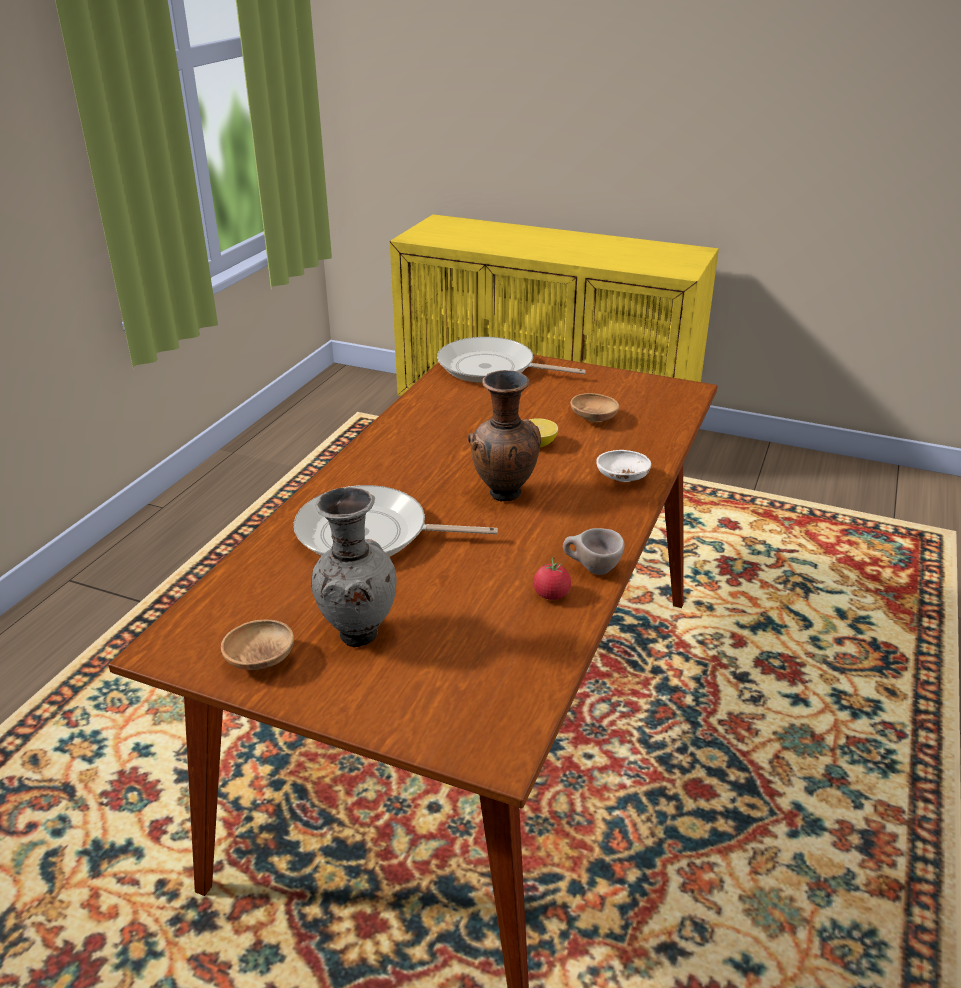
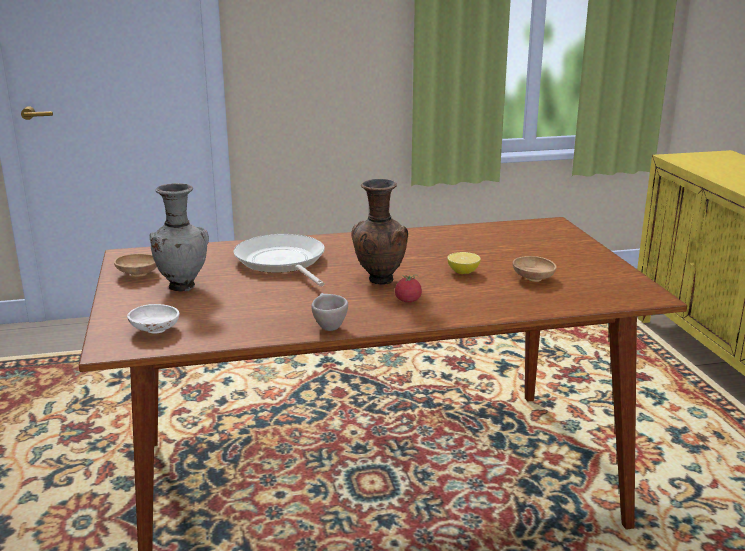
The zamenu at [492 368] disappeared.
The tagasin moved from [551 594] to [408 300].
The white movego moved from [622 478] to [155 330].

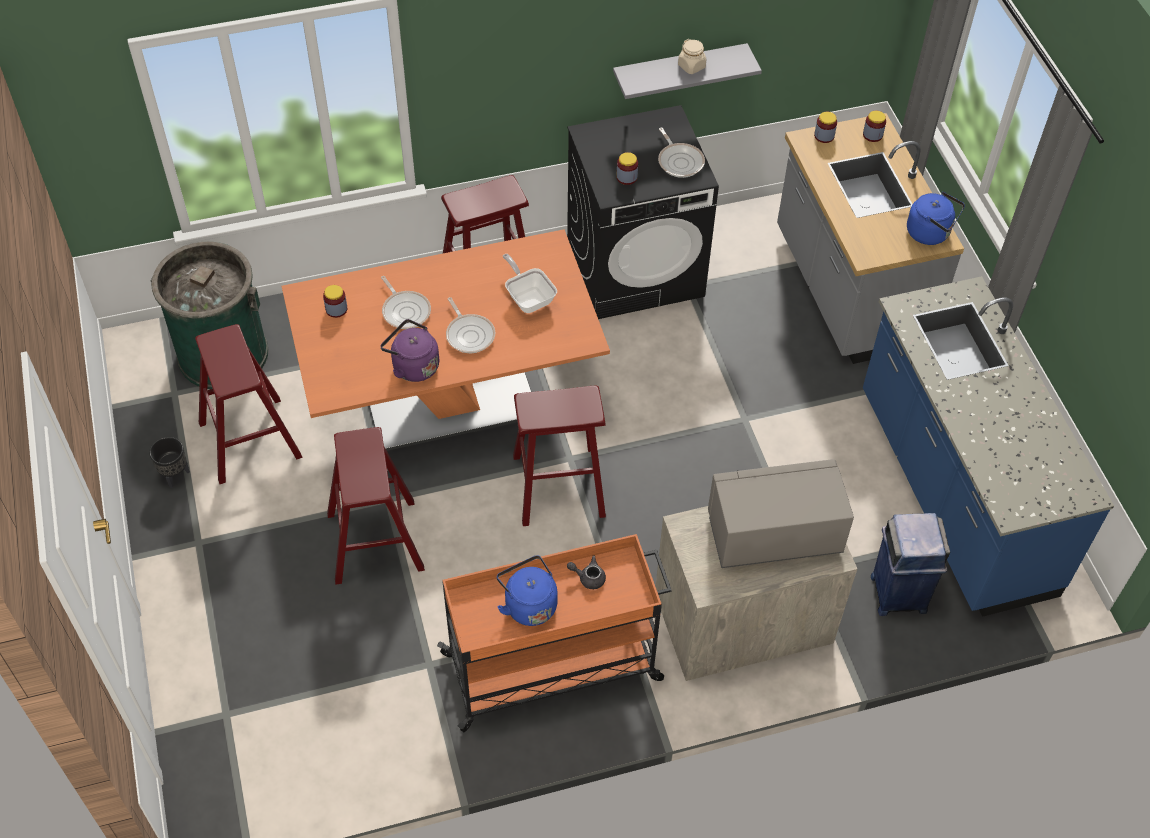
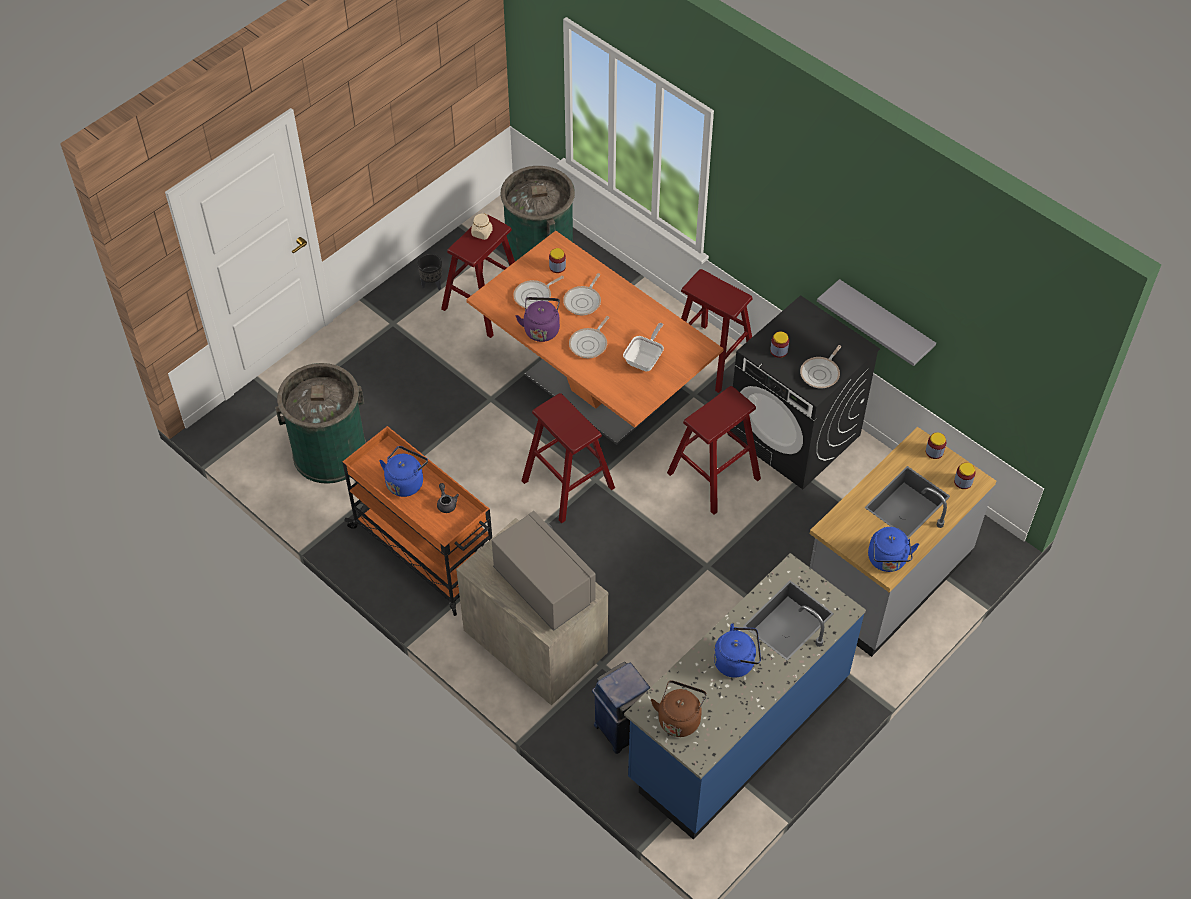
The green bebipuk at [330 452] appeared.
The zamenu at [534 296] appeared.
The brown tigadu at [679 718] appeared.
The blue tigadu at [736 661] appeared.
The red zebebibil moved from [375 541] to [713 476].
The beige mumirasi moved from [691 66] to [482 233].

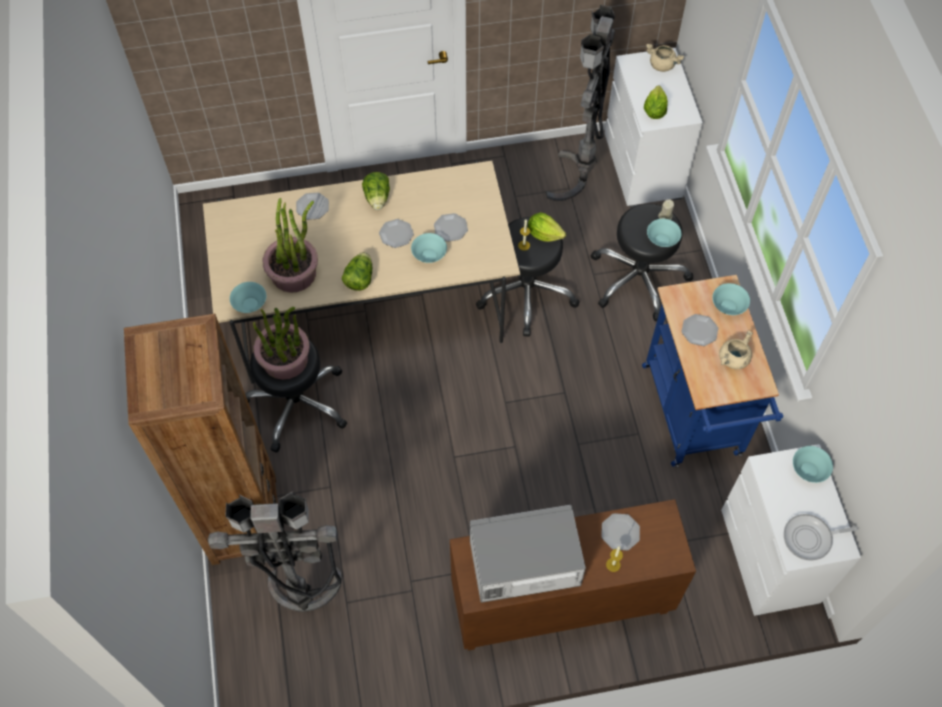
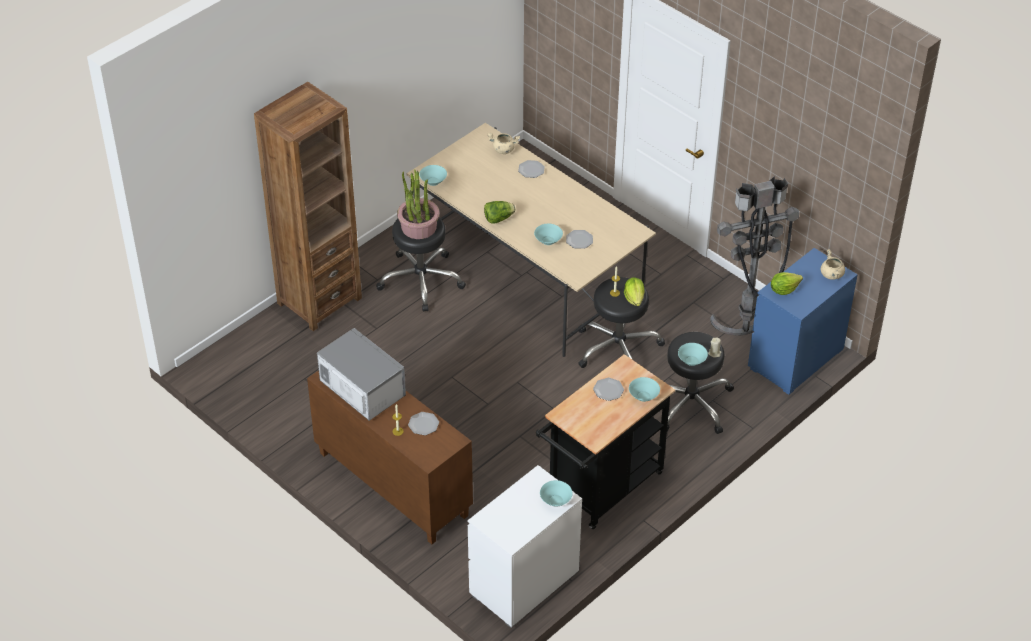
The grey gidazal at [305 601] disappeared.
The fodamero at [294 273] disappeared.
The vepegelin at [377 198] disappeared.
The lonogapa at [396 234] disappeared.
The zamenu at [810 538] disappeared.
The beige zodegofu moved from [733 359] to [503 150].
The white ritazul at [642 167] became the blue ritazul at [795 359].
The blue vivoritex at [694 417] became the black vivoritex at [600 490].

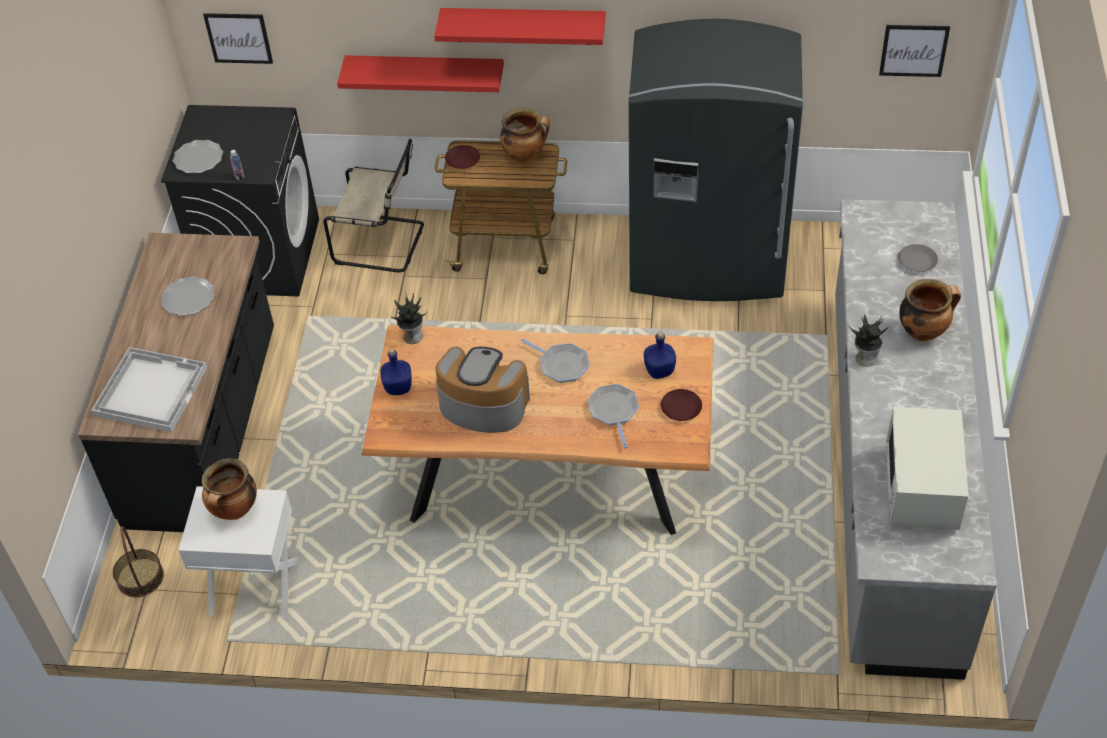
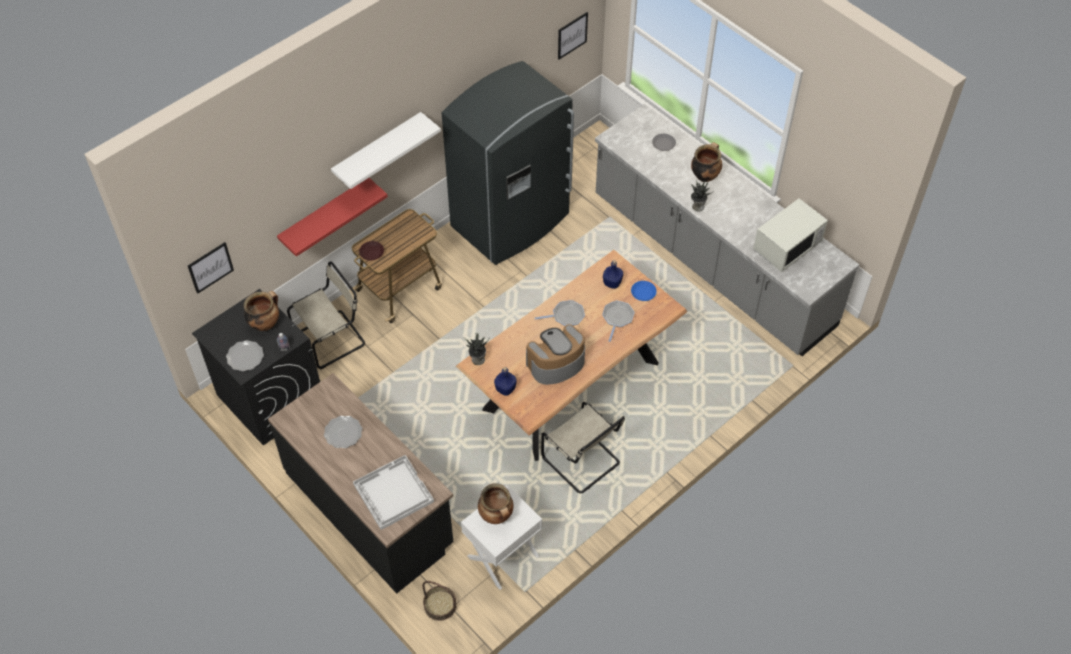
The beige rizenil at [583 462] appeared.
The zodegofu moved from [525 156] to [265 323].
The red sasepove at [523 26] became the white sasepove at [377 149].
The brown lonogapa at [681 408] became the blue lonogapa at [643 293].
The zamenu at [614 411] turned 75 degrees clockwise.
The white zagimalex at [922 488] turned 90 degrees counterclockwise.

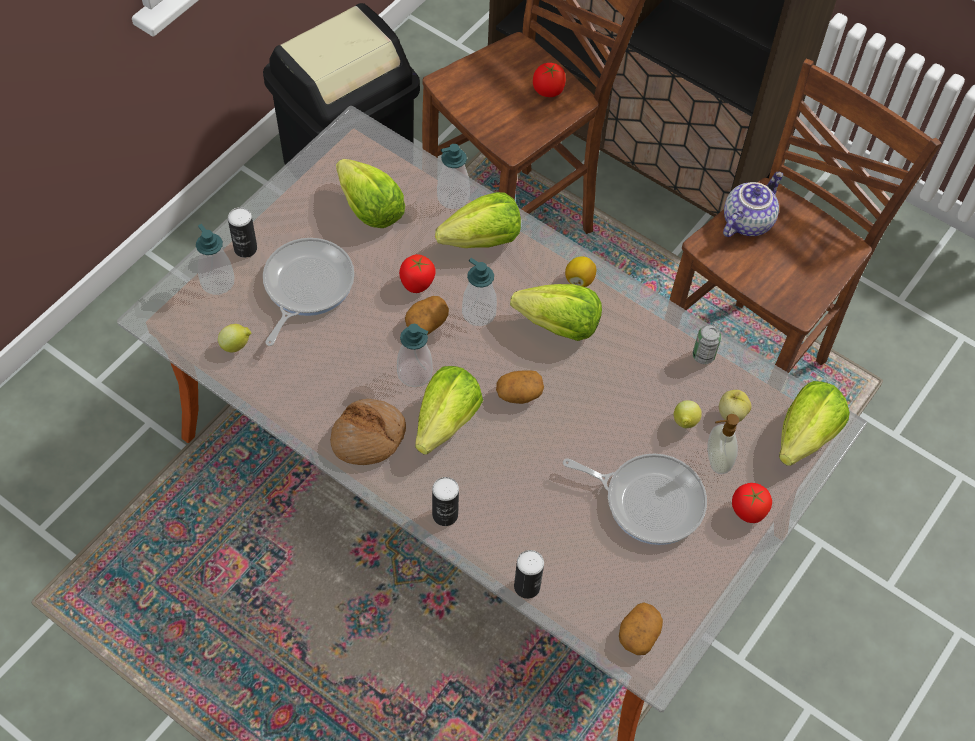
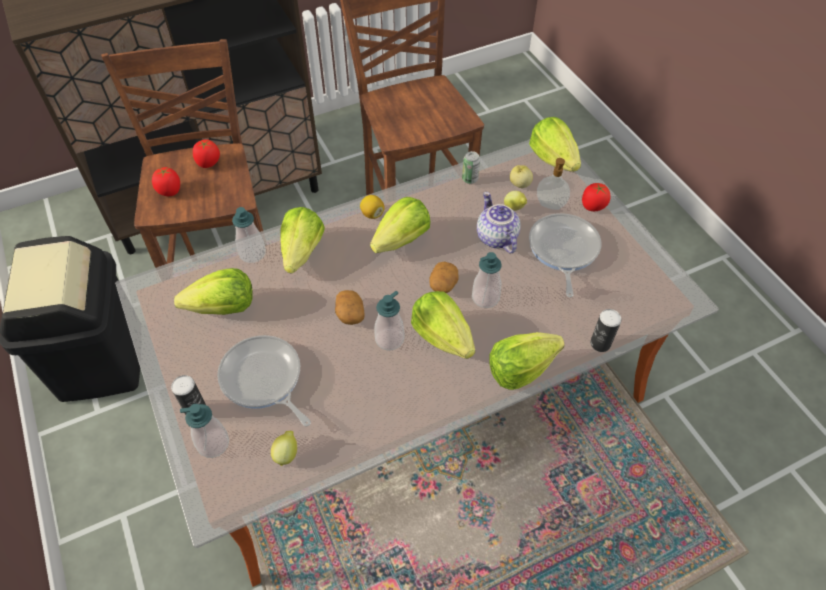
The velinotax at [368 437] disappeared.
The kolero at [638 634] disappeared.
The tagasin moved from [417 284] to [170 191].
The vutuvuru moved from [479 313] to [485 297].
The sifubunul moved from [746 221] to [495 237].
The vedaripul at [445 514] was replaced by the vepegelin at [520 369].
The zamenu at [649 500] turned 45 degrees counterclockwise.

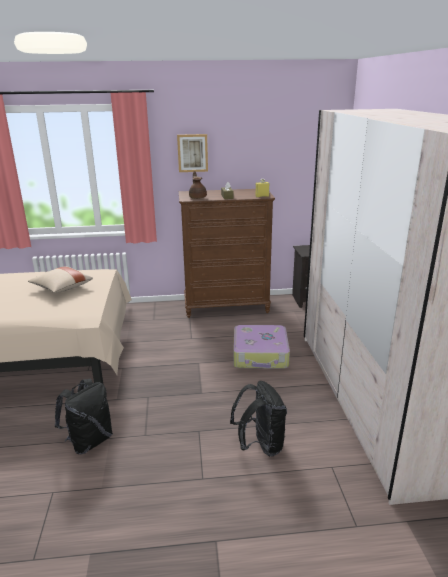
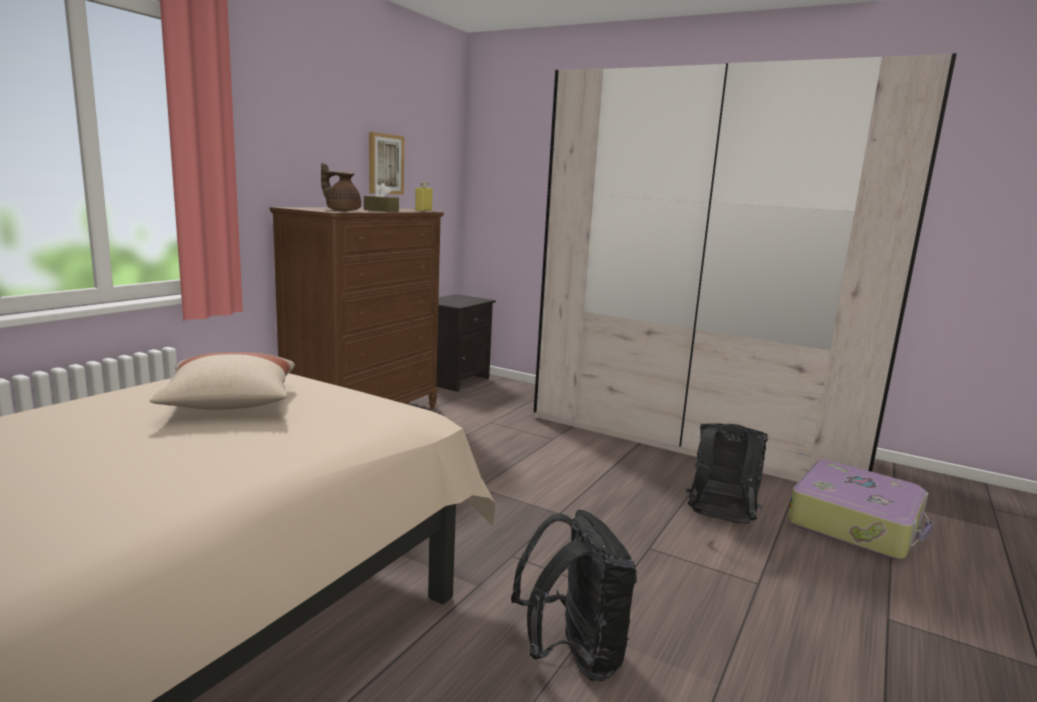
The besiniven moved from [192 153] to [385 164].
The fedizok moved from [260 355] to [855 524].

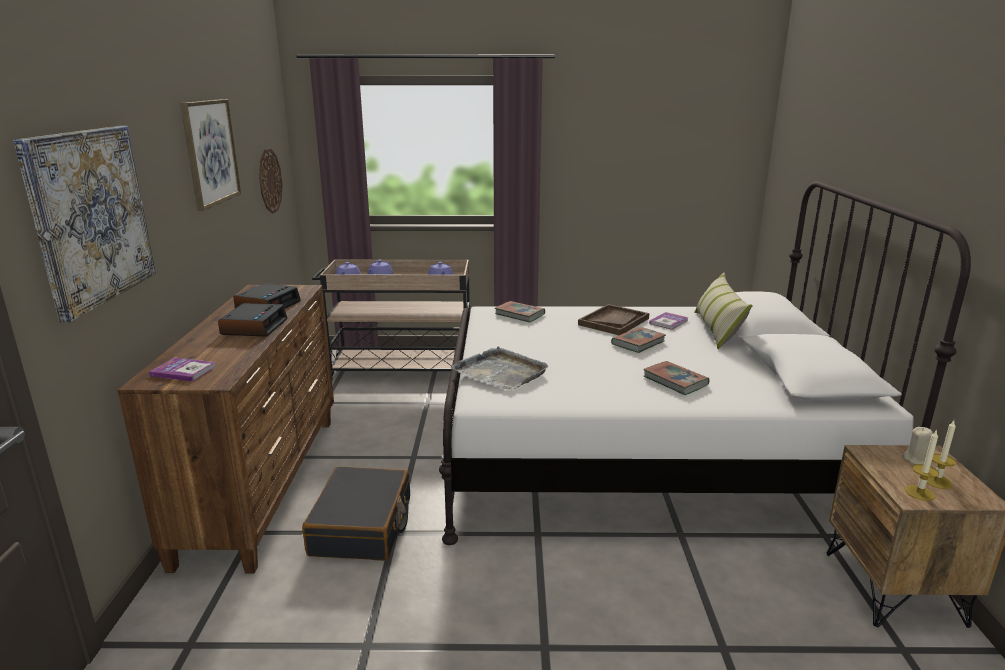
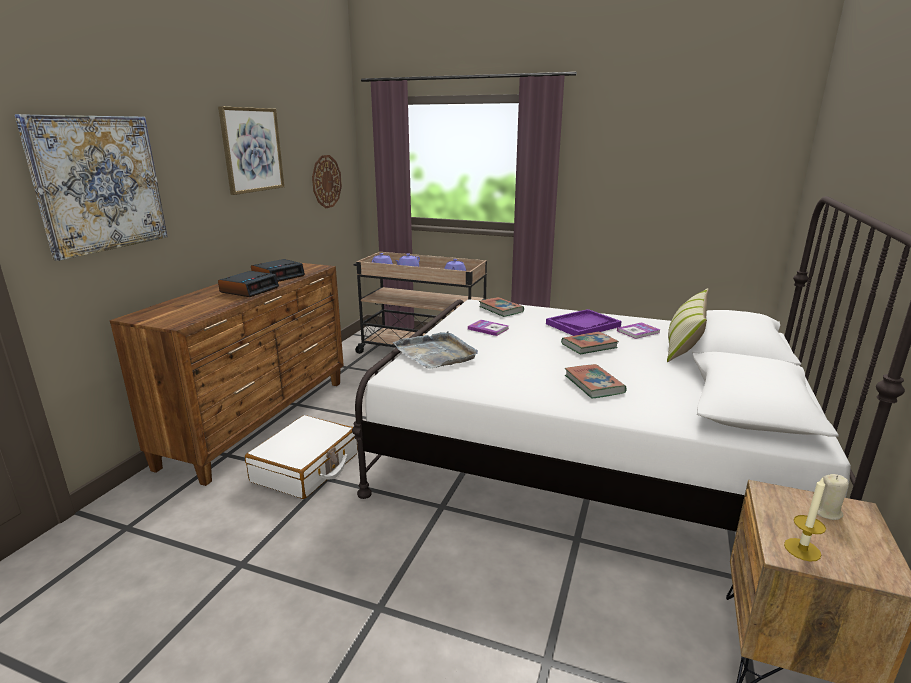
The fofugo at [937 481] disappeared.
The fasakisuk moved from [183 371] to [488 329].
The black fedizok at [362 526] became the white fedizok at [306 468].
The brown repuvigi at [613 321] became the purple repuvigi at [583 325].

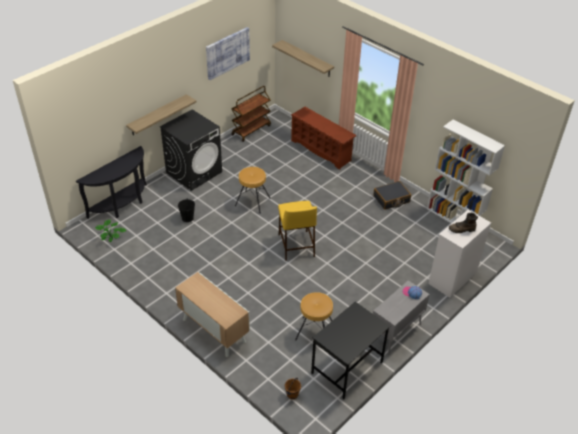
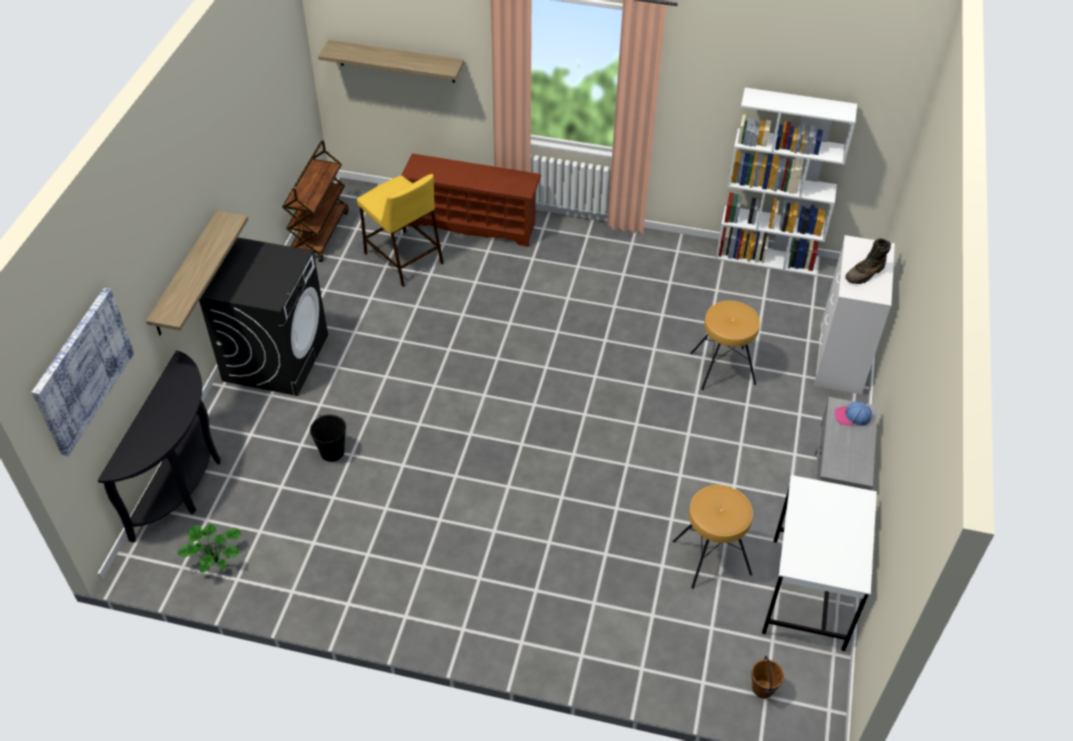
The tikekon at [213 330] disappeared.
The black fedizok at [391 199] disappeared.
The besiniven moved from [227 52] to [81 370].
The brown zebebibil moved from [252 202] to [723 369].
The yellow zebebibil moved from [296 245] to [402 258].
The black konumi at [347 368] became the white konumi at [808 594].

